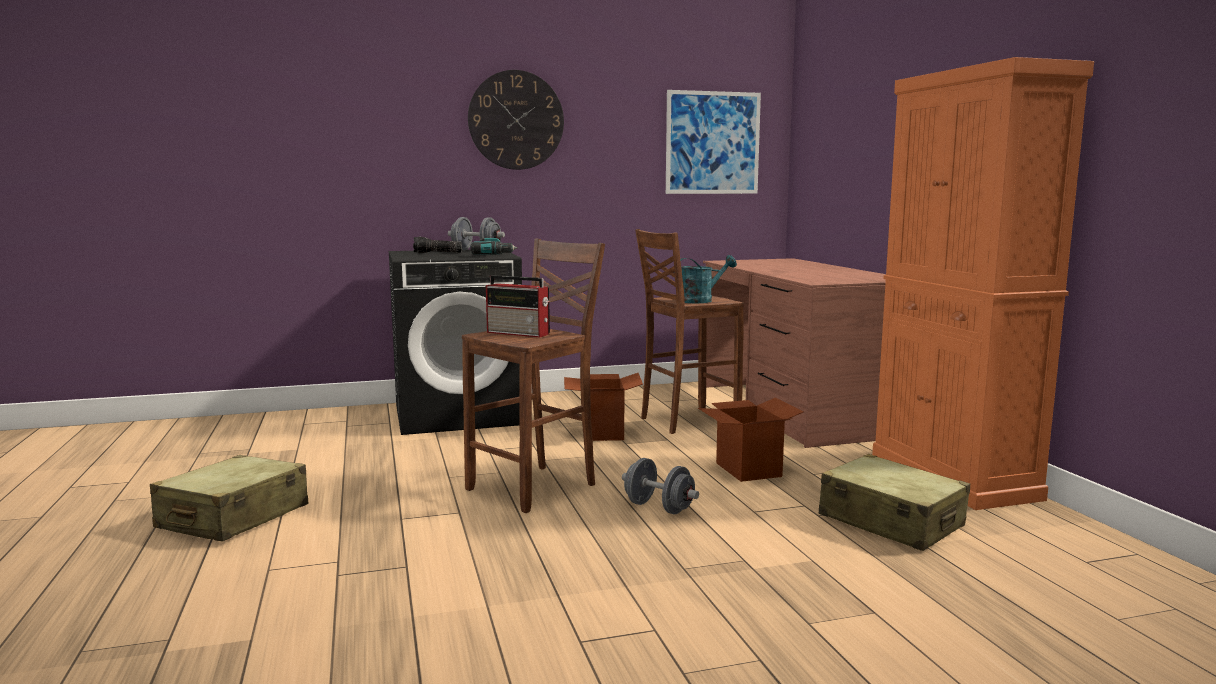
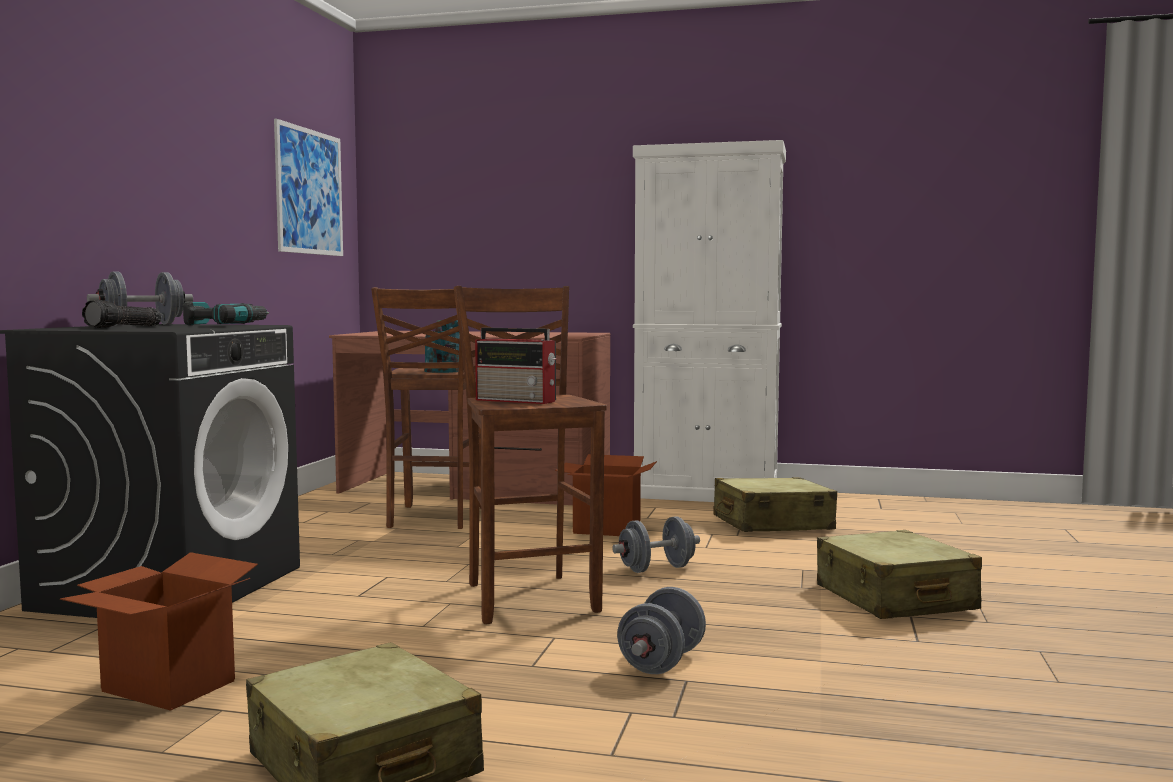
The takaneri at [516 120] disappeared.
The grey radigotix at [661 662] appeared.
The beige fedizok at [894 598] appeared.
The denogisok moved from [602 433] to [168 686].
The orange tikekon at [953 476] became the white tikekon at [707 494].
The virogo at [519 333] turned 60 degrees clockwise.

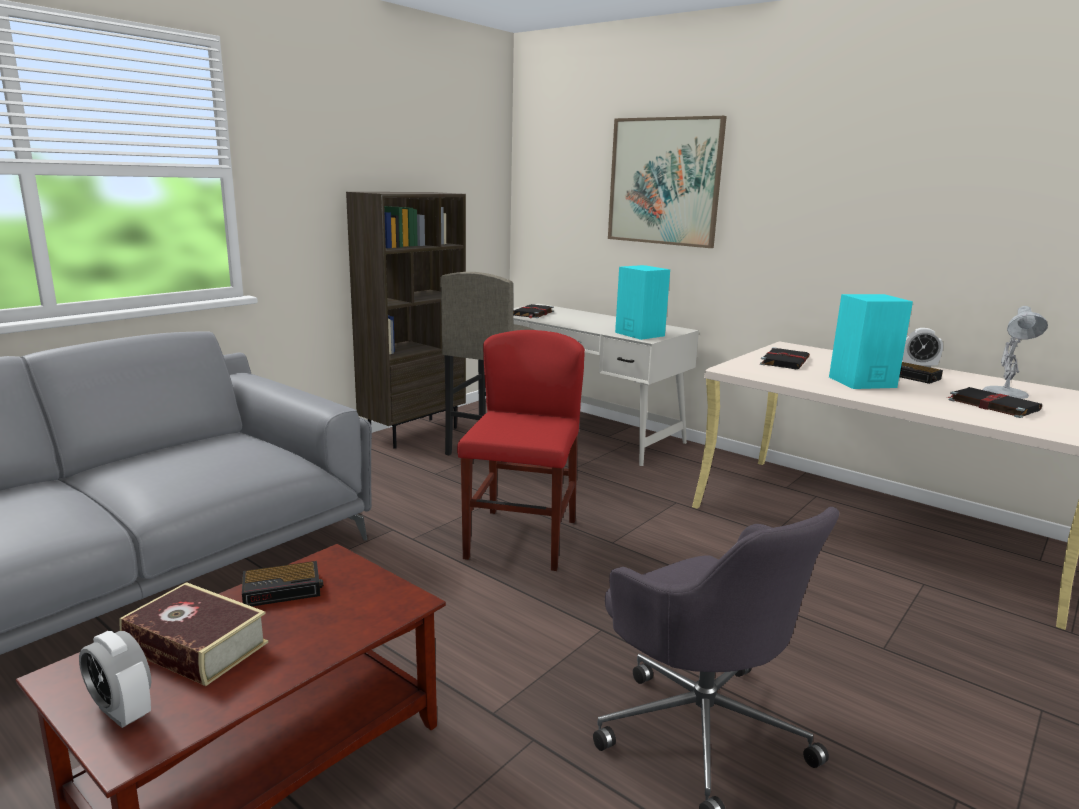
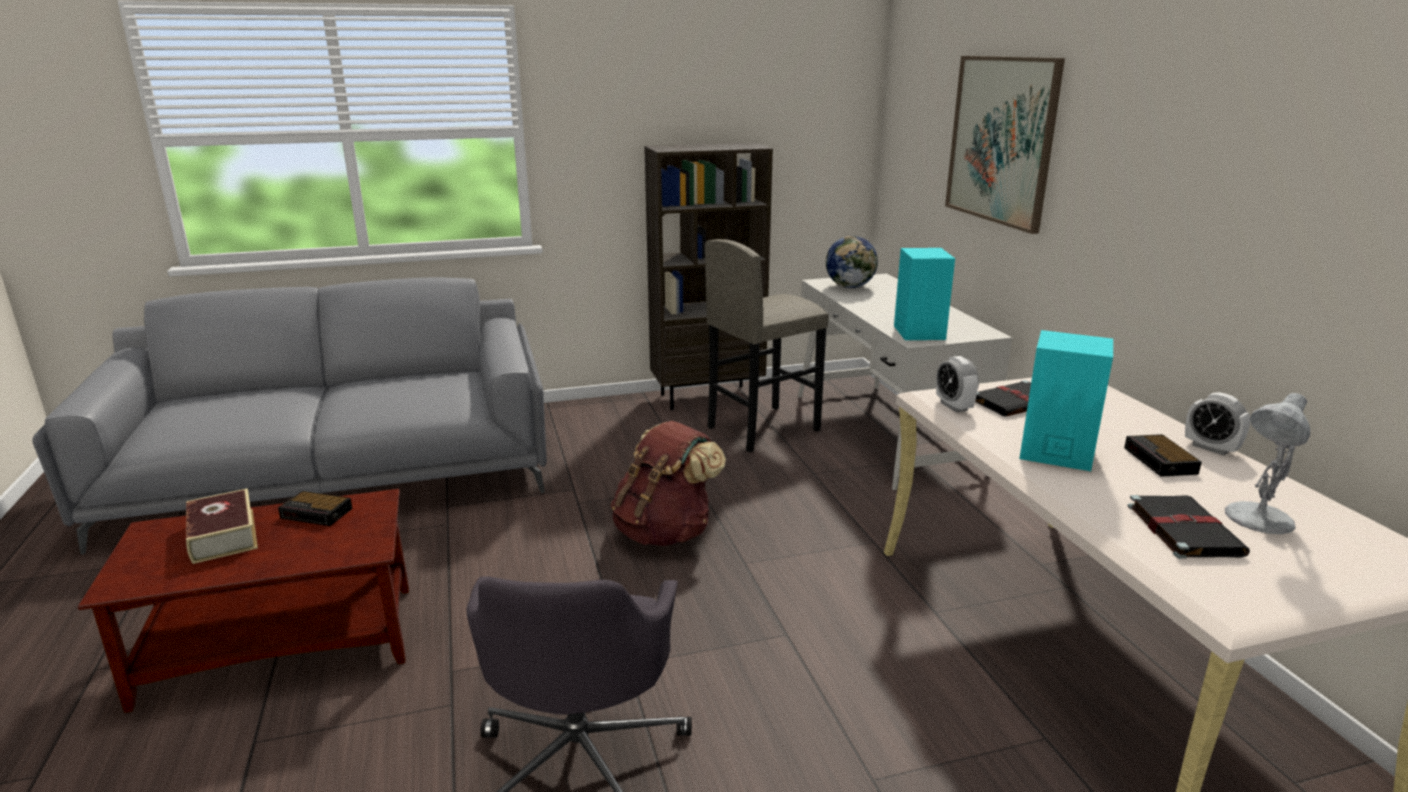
The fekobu moved from [122 711] to [954 406].
The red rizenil at [521 539] was replaced by the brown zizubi at [665 532].
The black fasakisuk at [532 313] was replaced by the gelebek at [850 287].

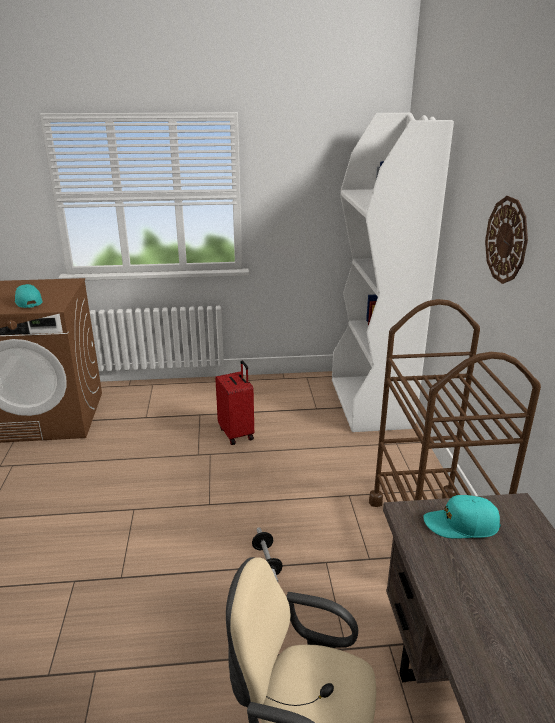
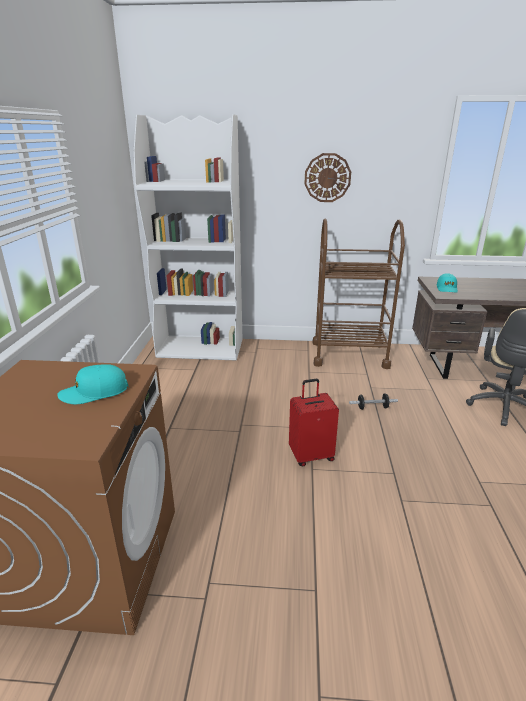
The red fedizok moved from [237 433] to [311 455].

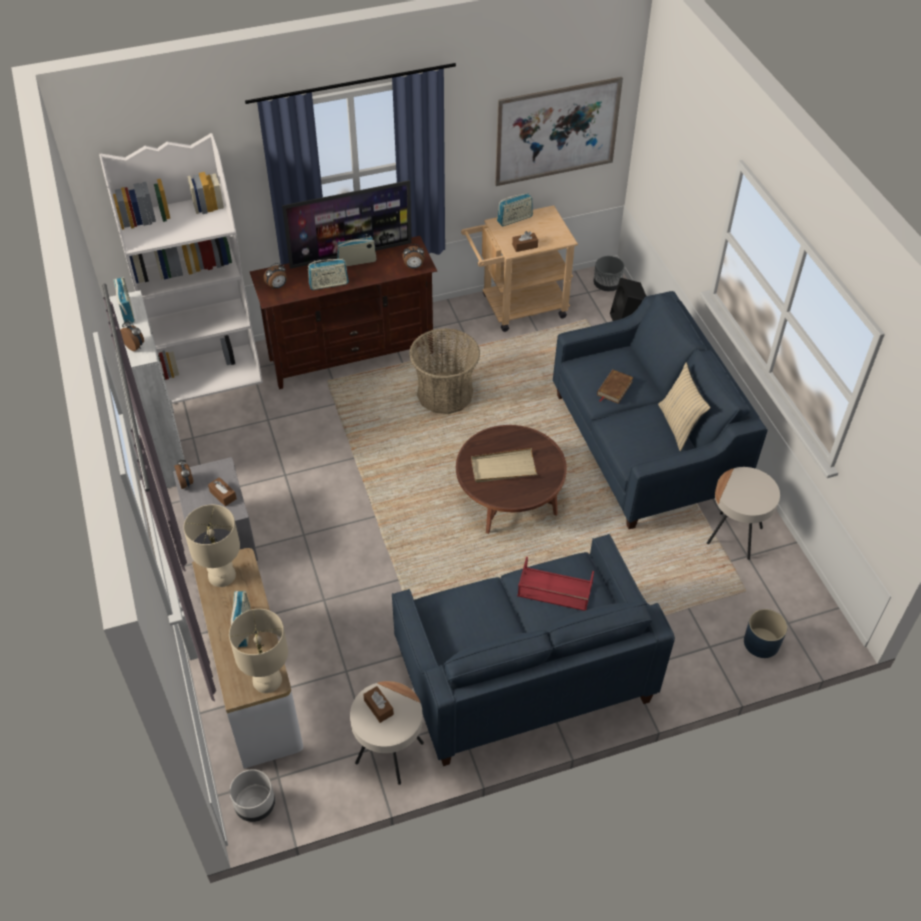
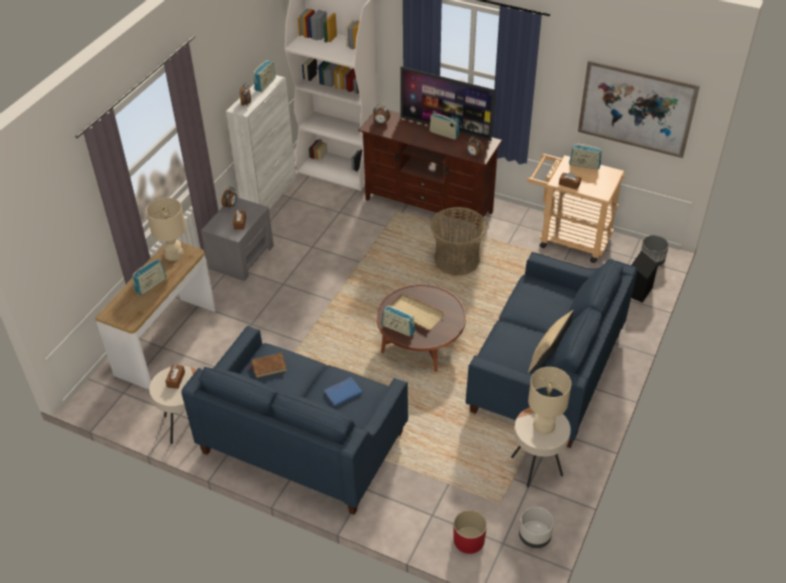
The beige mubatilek moved from [268 679] to [544 425].
The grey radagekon moved from [255 804] to [534 536].
The virogo moved from [329 284] to [398 329].
The brown fasakisuk moved from [614 388] to [269 367].
The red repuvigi at [554 589] was replaced by the blue fasakisuk at [342 392].
The blue radagekon at [761 643] became the red radagekon at [468 540].

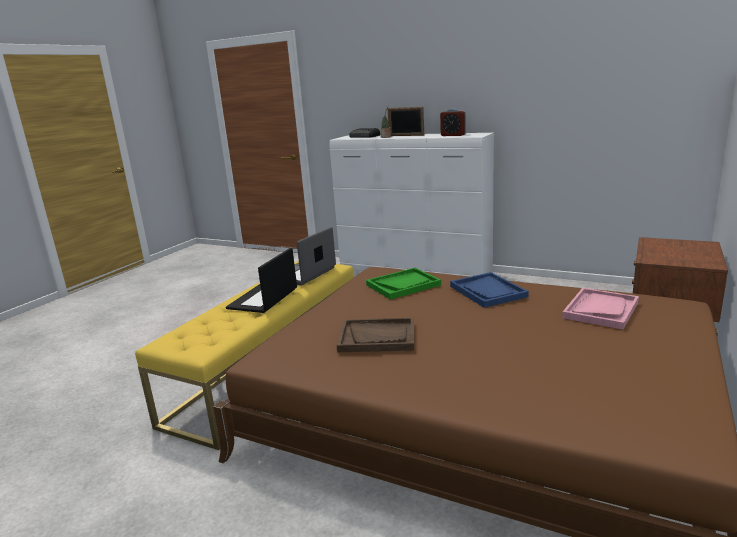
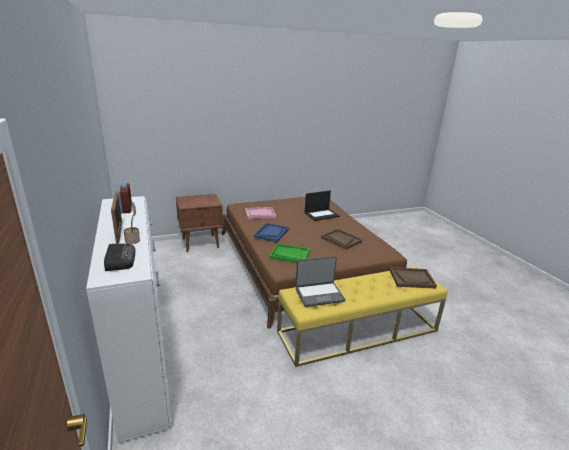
The brown repuvigi at [412 279] appeared.
The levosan moved from [263 299] to [322 214].

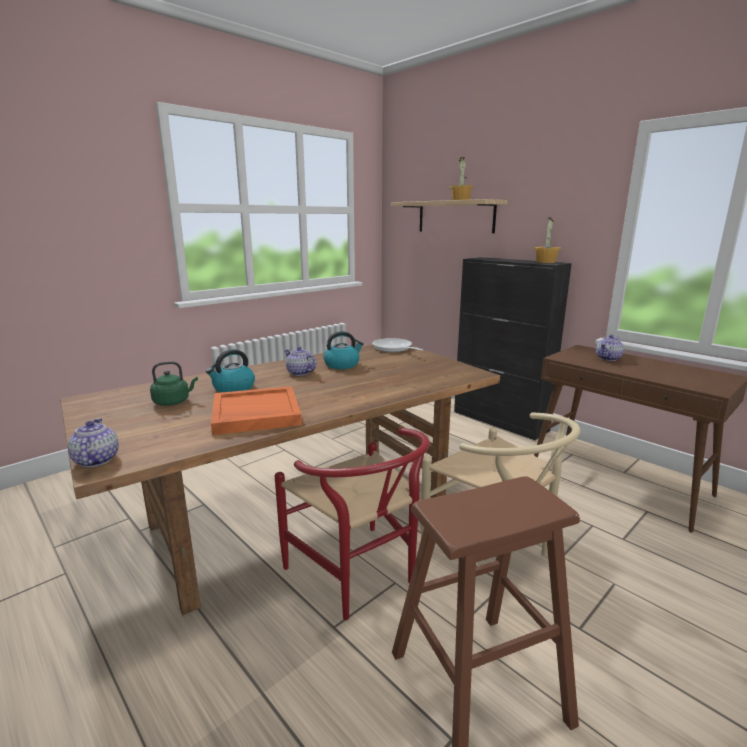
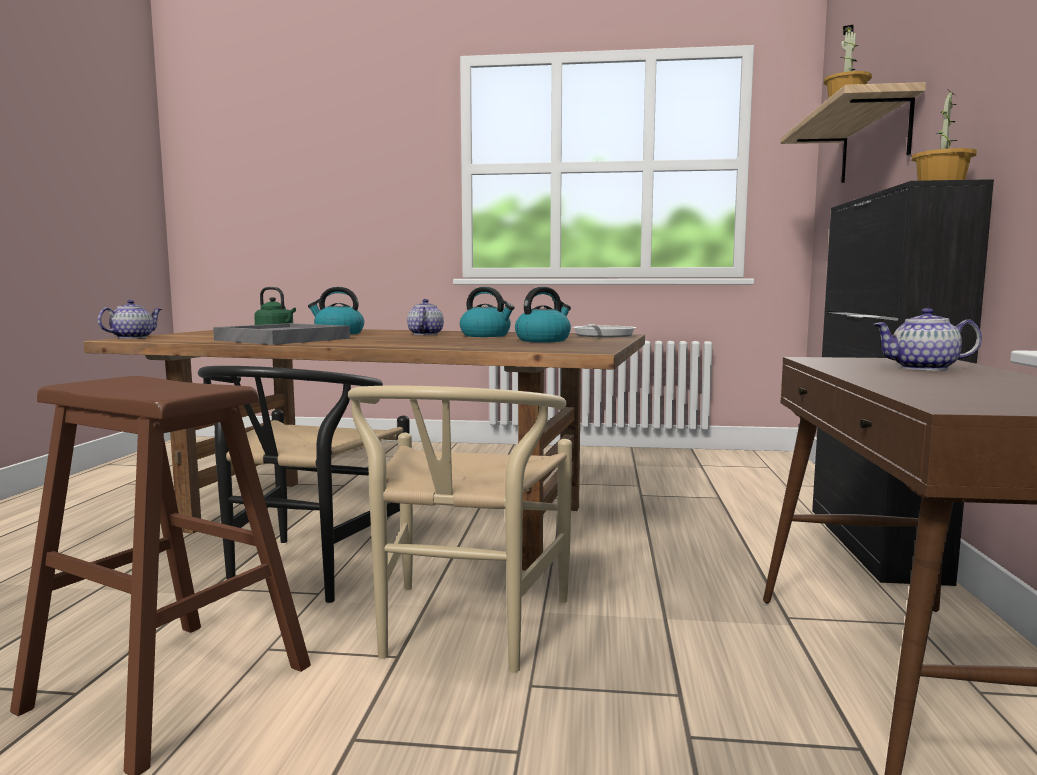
The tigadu at [543 340] appeared.
The orange repuvigi at [255 414] became the grey repuvigi at [281 339].
The red rizenil at [359 577] became the black rizenil at [307 574].

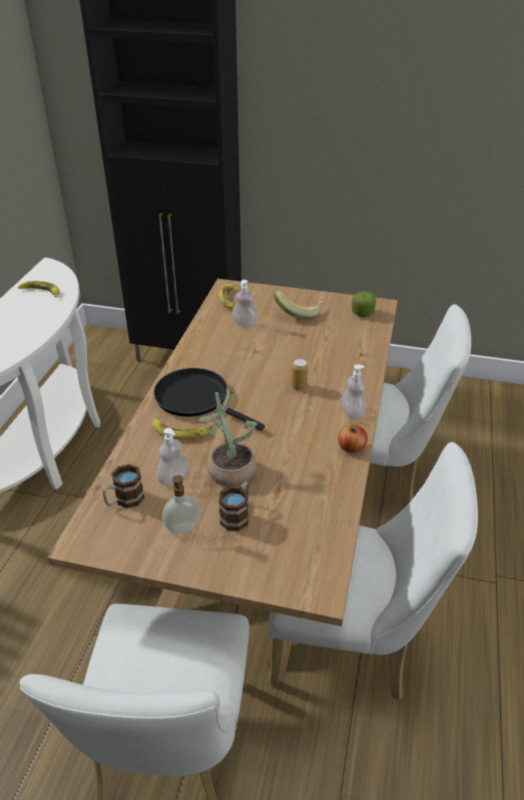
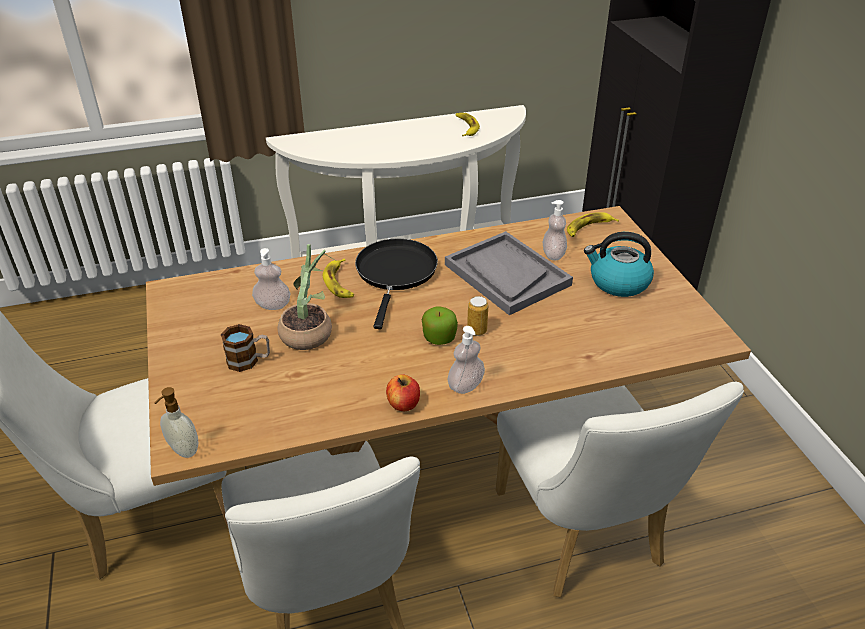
The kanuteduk at [124 500] disappeared.
The grey repuvigi at [506 275] appeared.
The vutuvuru moved from [183 528] to [183 450].
The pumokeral moved from [362 313] to [439 337].
The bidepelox at [299 313] was replaced by the tigadu at [618 282].

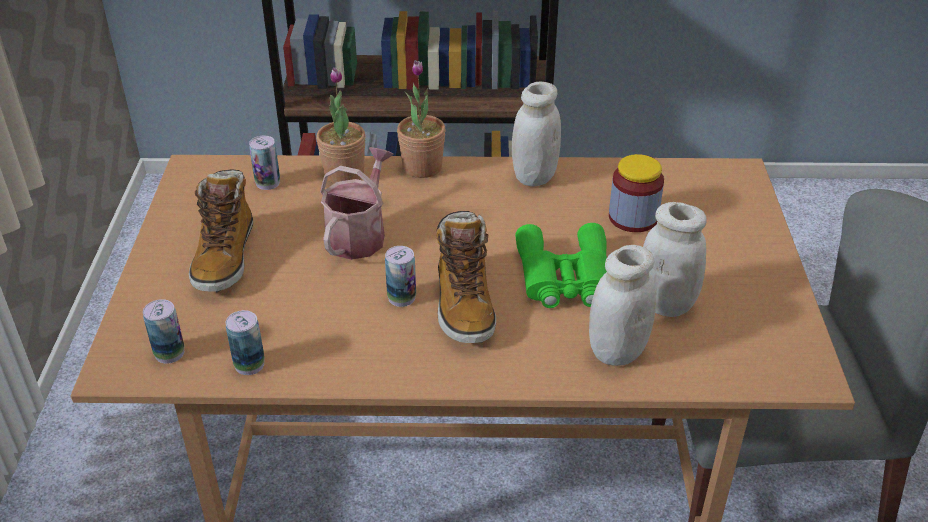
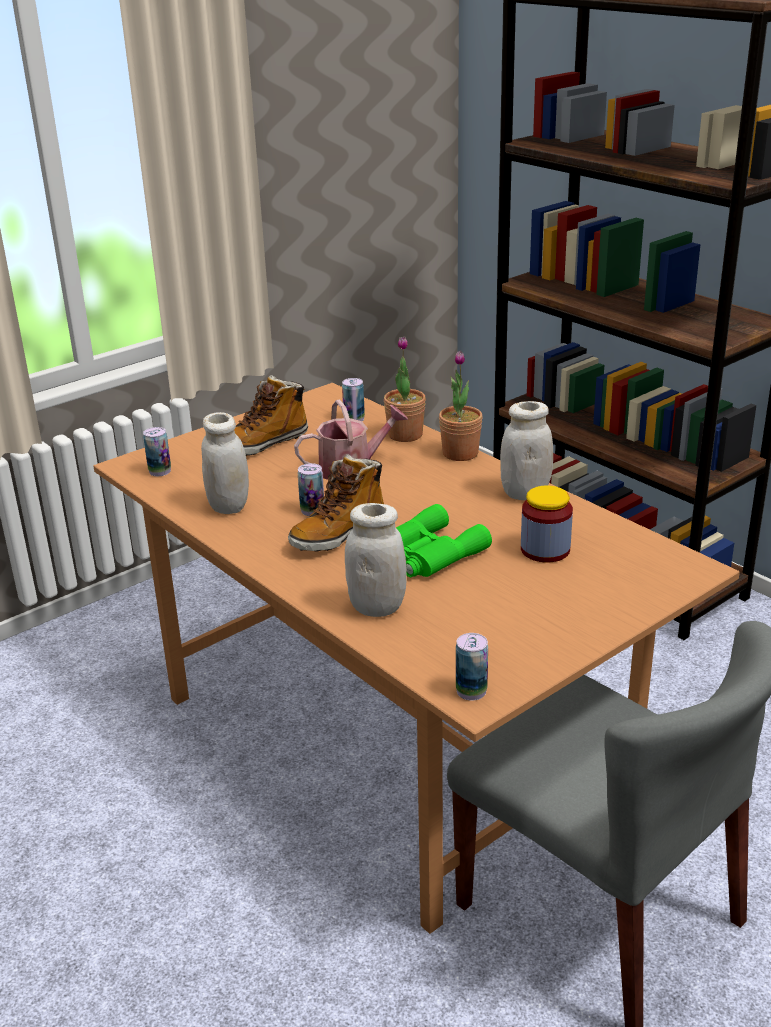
The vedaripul moved from [249 364] to [471 691].
The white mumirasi moved from [666 304] to [228 506].

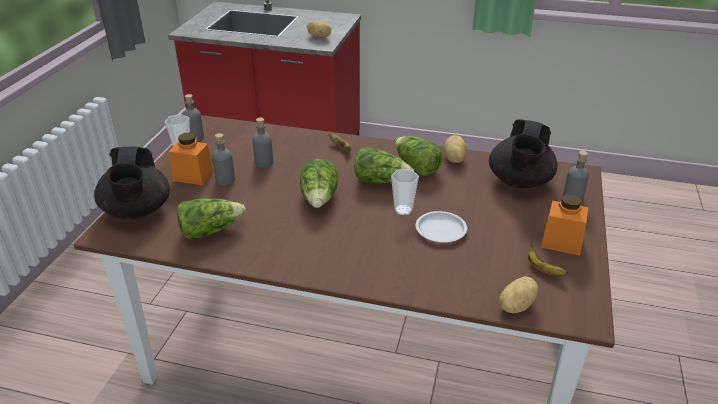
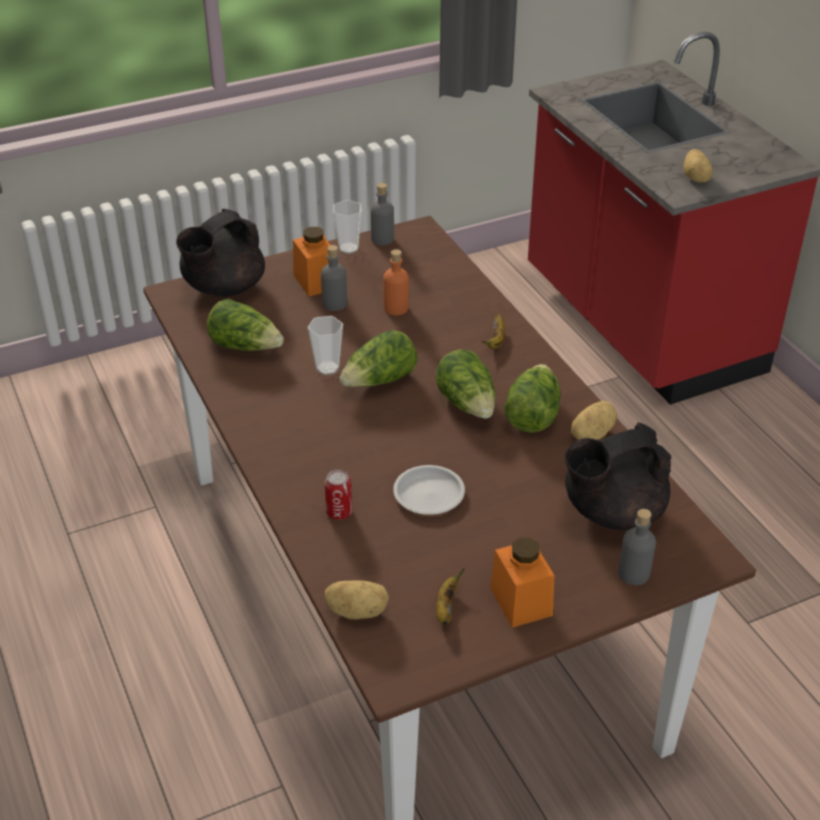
The vedaripul at [339 512] appeared.
The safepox moved from [403 210] to [327 368].
The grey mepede at [264 163] became the orange mepede at [396 308].

